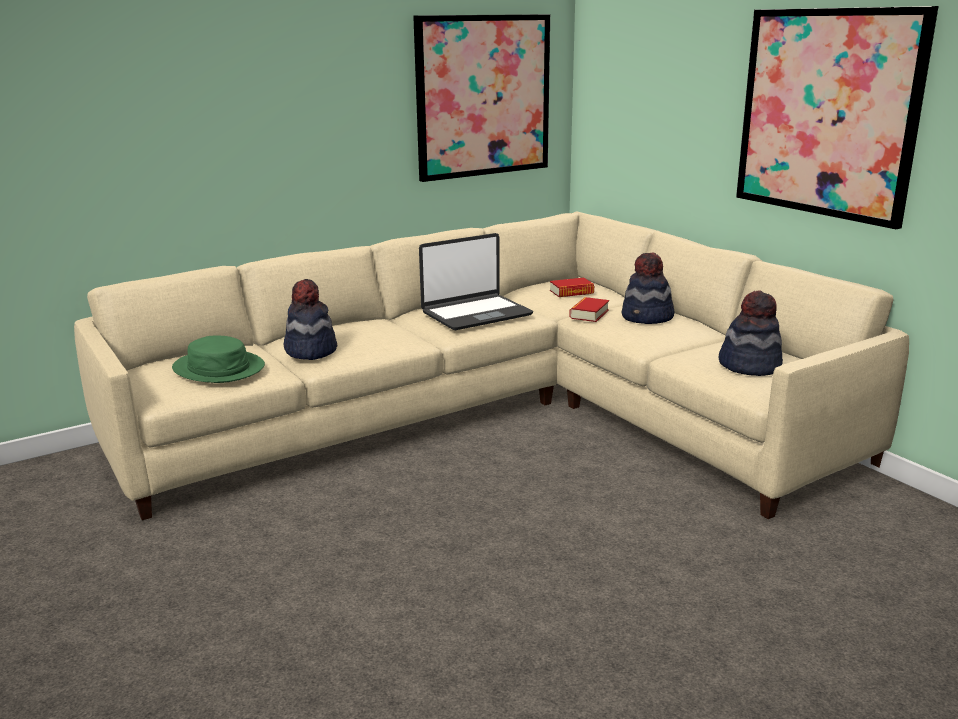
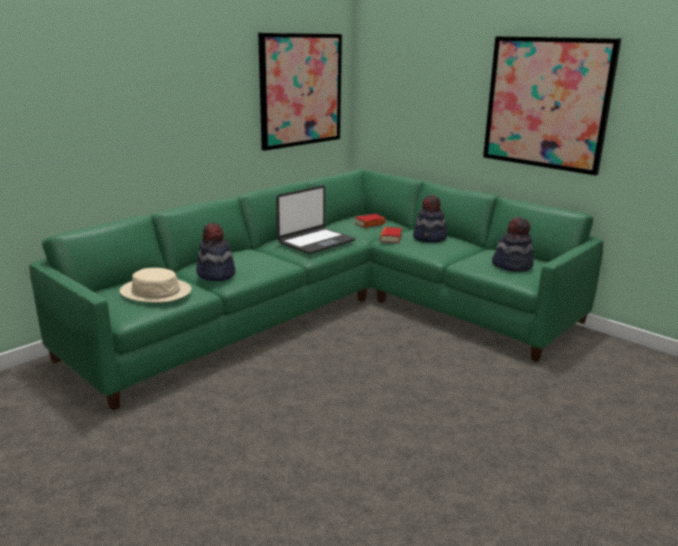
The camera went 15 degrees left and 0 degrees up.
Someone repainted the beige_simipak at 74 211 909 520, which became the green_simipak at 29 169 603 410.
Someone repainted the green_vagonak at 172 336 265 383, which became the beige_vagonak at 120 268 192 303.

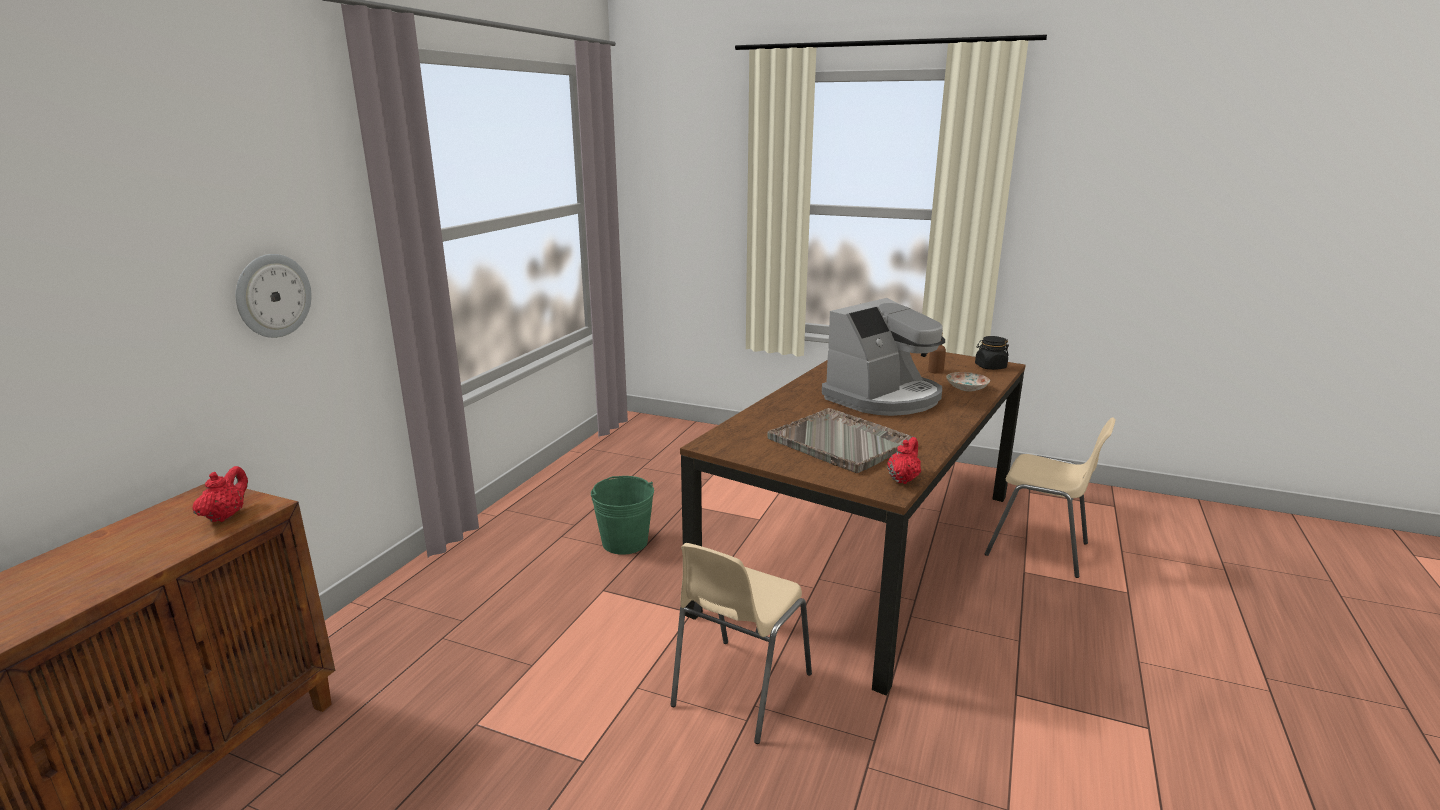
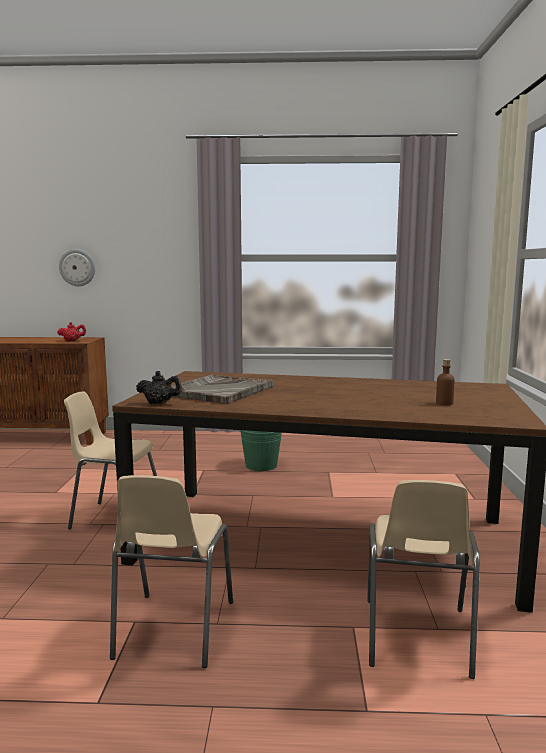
The camera went 70 degrees right and 10 degrees down.
Someone carried the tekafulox from 236 254 312 338 to 59 249 95 286.
Someone took away the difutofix at 822 298 945 416.
Someone took away the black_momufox at 975 336 1009 370.
Someone took away the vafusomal at 946 372 990 392.
Someone repainted the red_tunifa at 887 437 921 484, which became the black_tunifa at 136 371 182 404.
Someone put down the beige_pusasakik at 110 475 233 668.

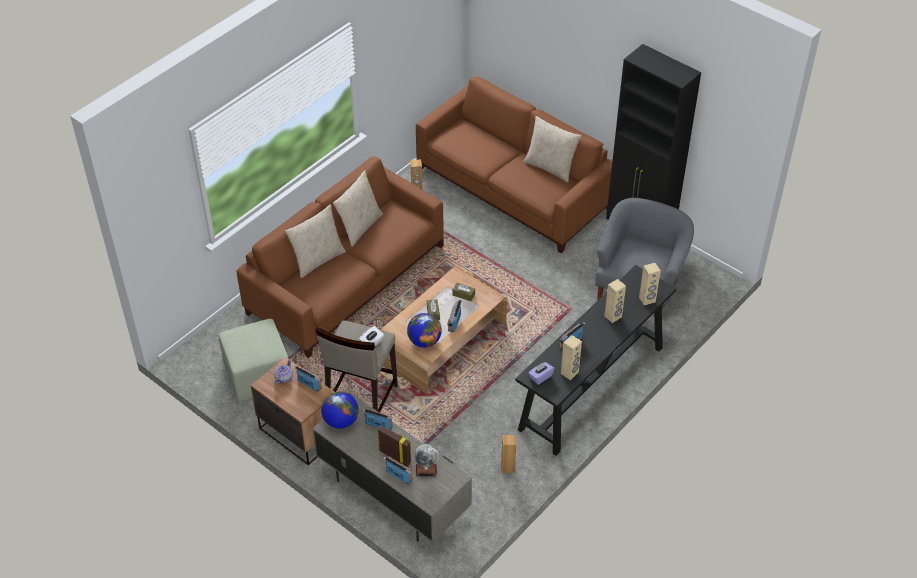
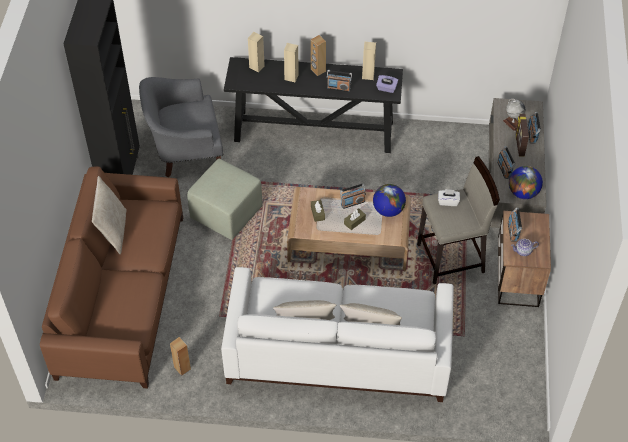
The camera went 125 degrees left and 5 degrees up.
Someone repainted the brown_simipak at 237 156 444 358, which became the white_simipak at 221 267 454 402.
Someone carried the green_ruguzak from 218 319 289 402 to 187 158 263 240.
Someone carried the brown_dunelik from 501 435 516 473 to 311 35 326 76.

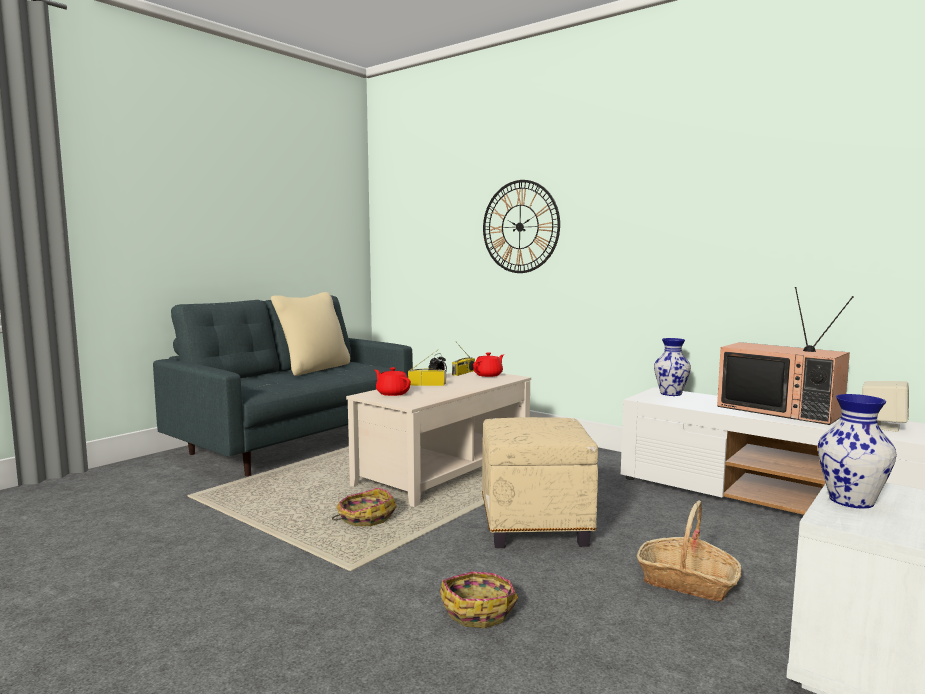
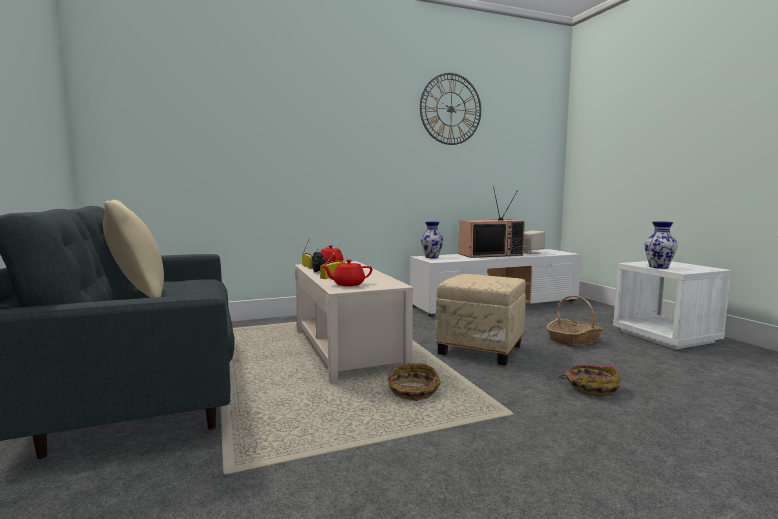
The camera went 60 degrees left and 0 degrees up.
Someone carried the tekafulox from 483 180 560 273 to 420 73 481 145.

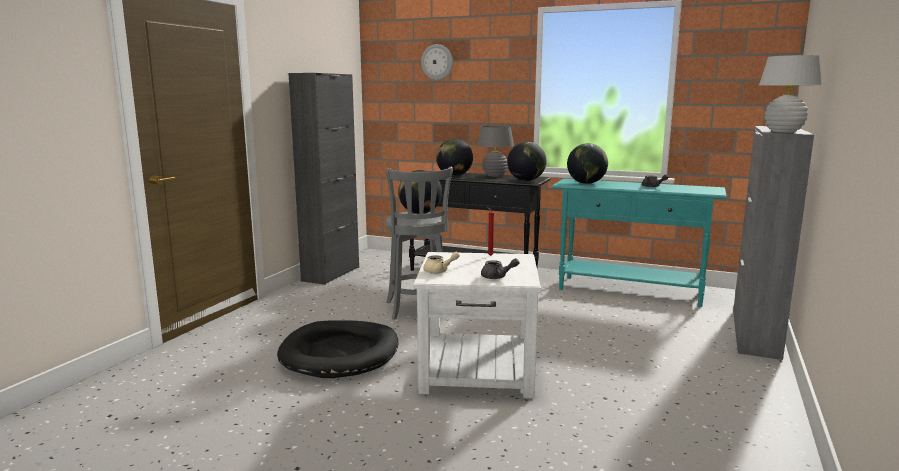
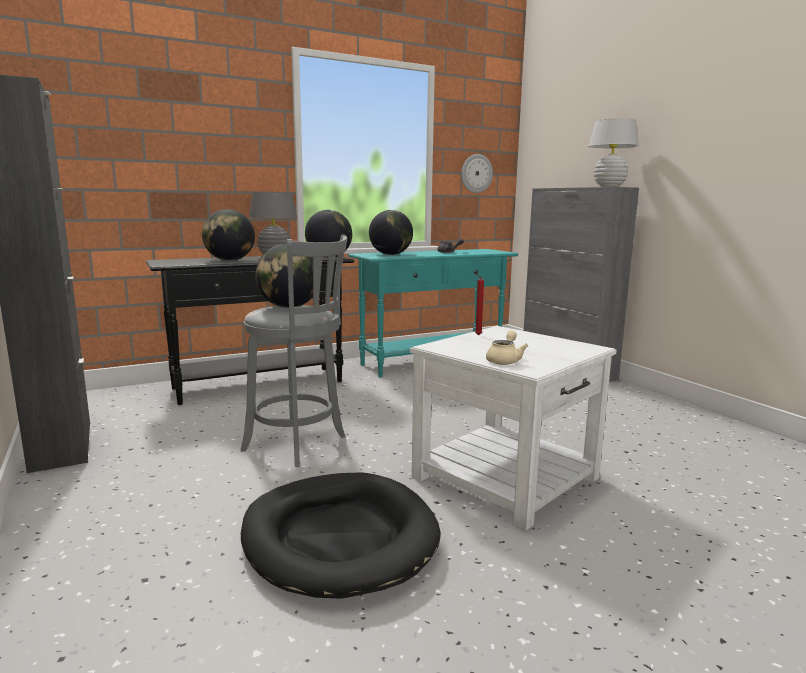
The camera went 50 degrees left and 0 degrees up.
Someone carried the tekafulox from 421 44 453 80 to 461 154 493 193.
Someone took away the grey_tunifa at 481 258 519 279.

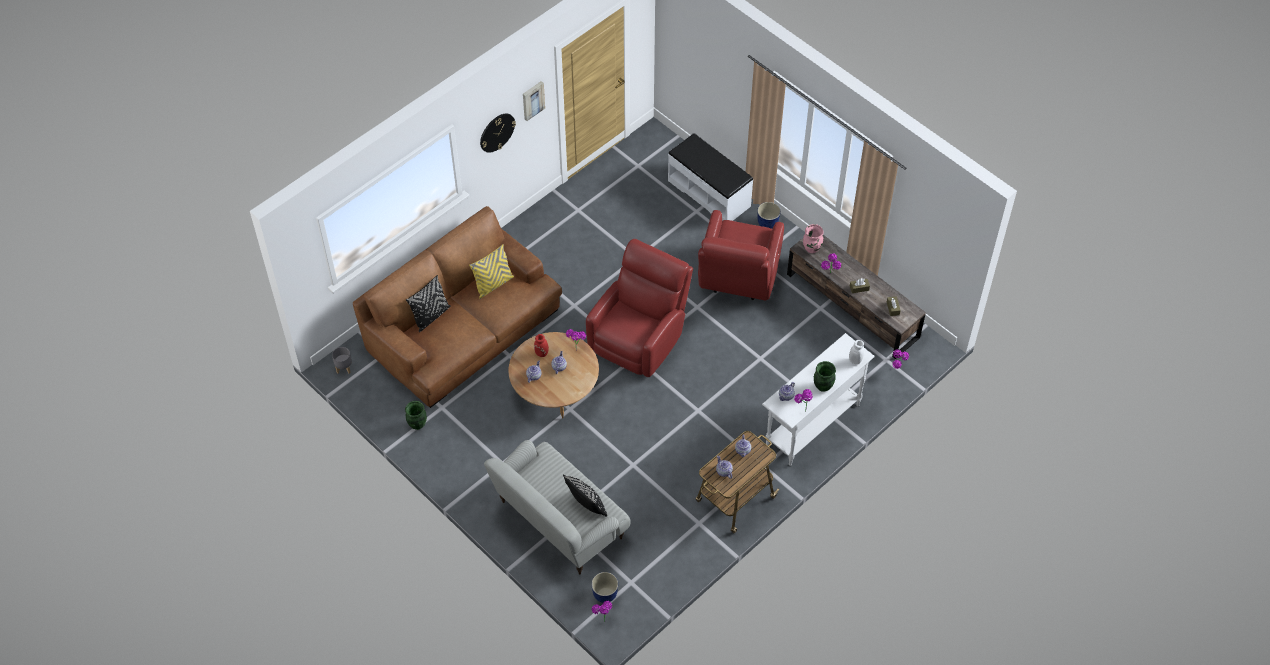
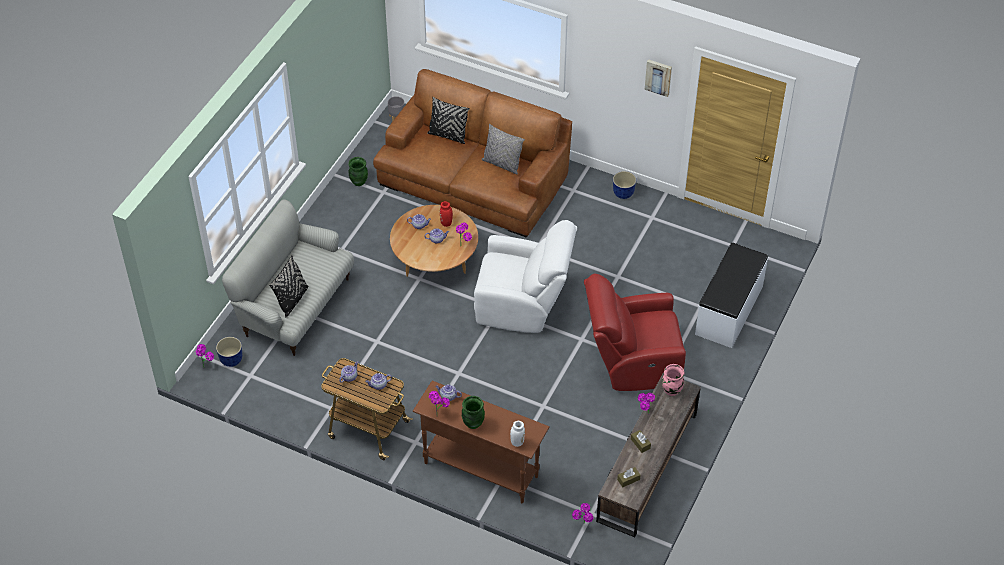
The camera went 70 degrees right and 5 degrees down.
Someone took away the tekafulox at 480 114 516 153.
Someone carried the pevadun from 757 202 781 229 to 613 171 636 199.
Someone repainted the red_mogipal at 586 239 693 377, which became the white_mogipal at 474 220 577 333.
Someone repainted the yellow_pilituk at 469 244 514 299, which became the grey_pilituk at 482 124 525 175.
Someone repainted the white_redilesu at 762 333 875 466, which became the brown_redilesu at 413 381 549 503.

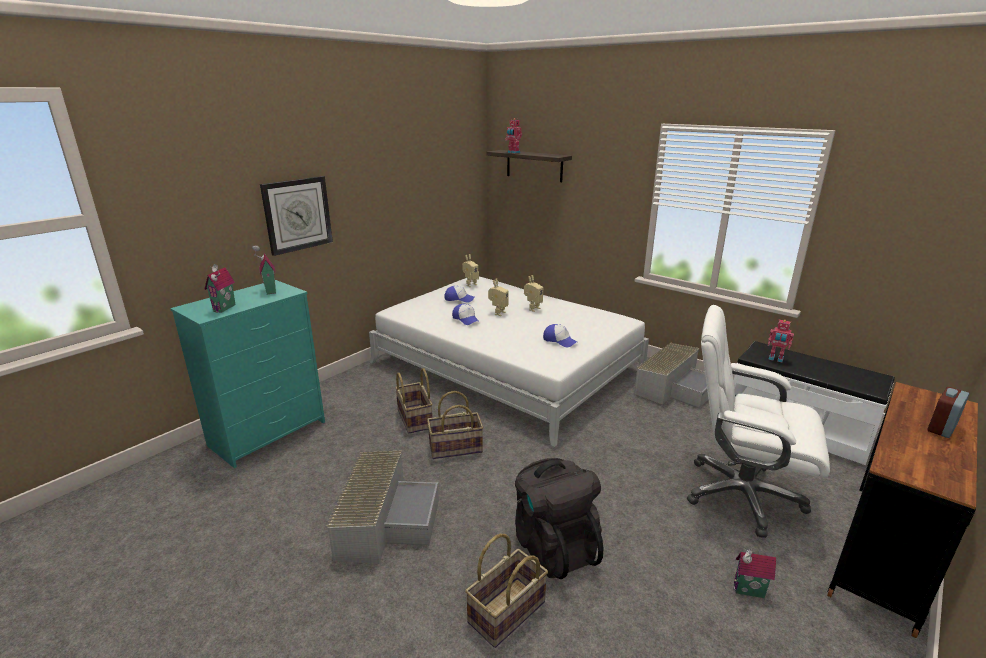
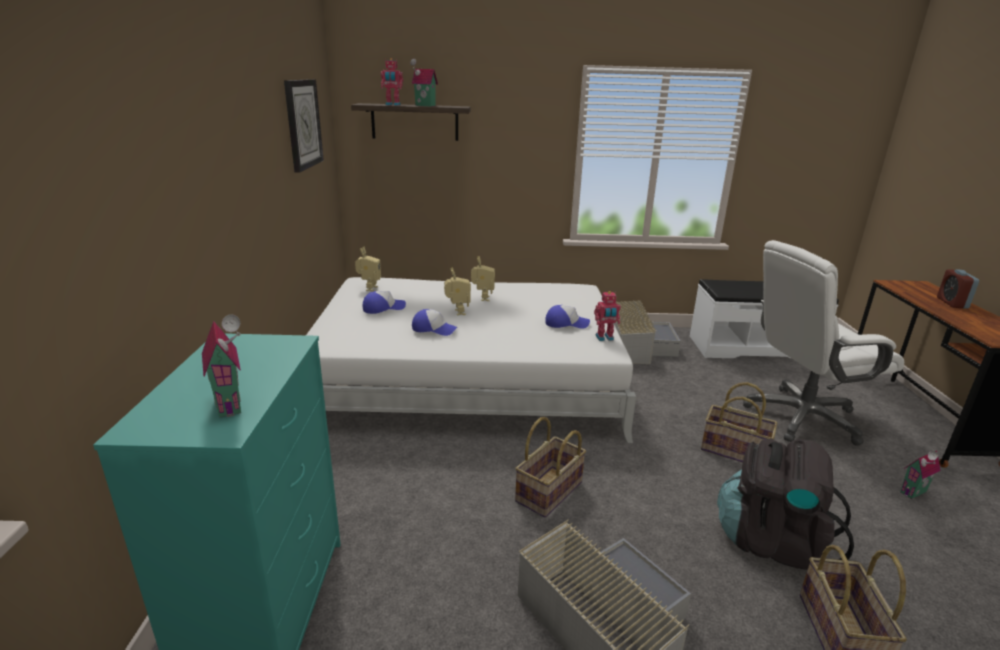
The camera went 40 degrees left and 0 degrees up.
Someone carried the tekafulox from 260 176 333 256 to 284 79 324 173.
Someone carried the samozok from 252 246 276 294 to 410 59 438 107.
Someone carried the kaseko from 768 320 794 362 to 594 291 621 341.
Someone carried the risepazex from 395 368 433 434 to 701 382 777 463.

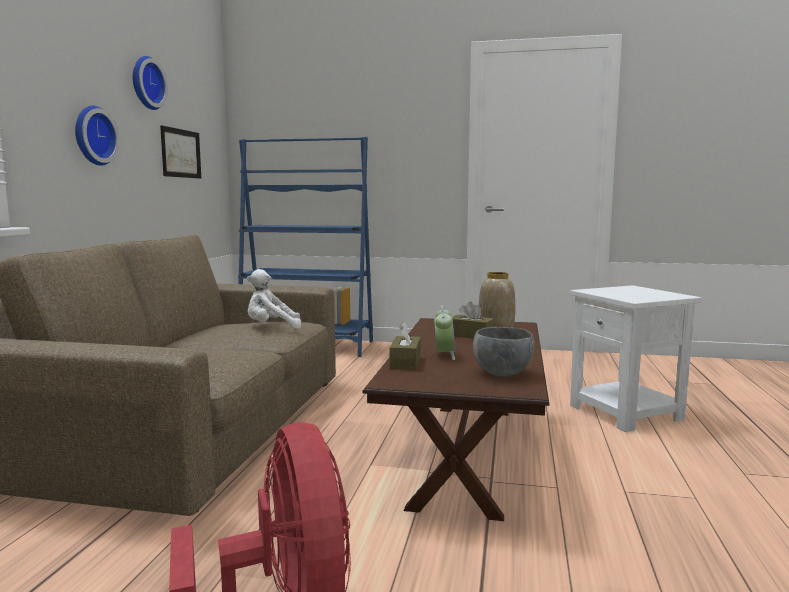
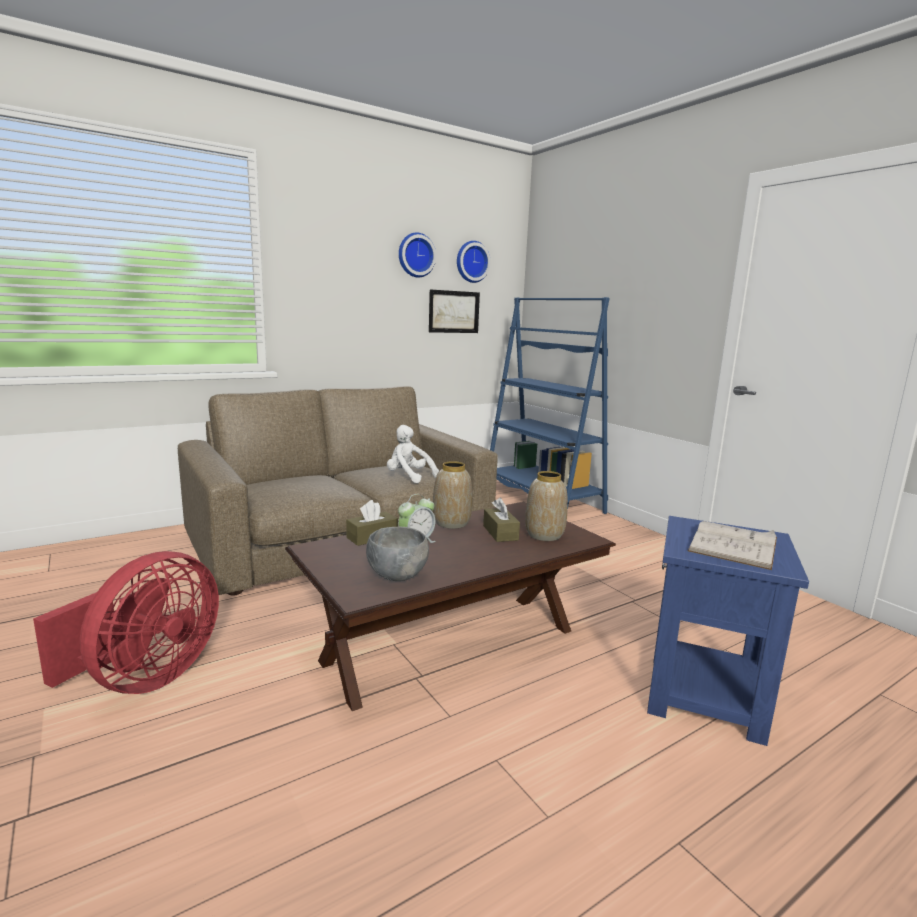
The camera went 45 degrees right and 5 degrees up.
Someone carried the tekafulox from 75 106 119 166 to 457 241 491 283.
Someone repainted the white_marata at 570 285 701 432, which became the blue_marata at 647 516 809 746.
Someone put down the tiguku at 433 461 472 529.
Someone put down the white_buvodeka at 688 521 777 570.

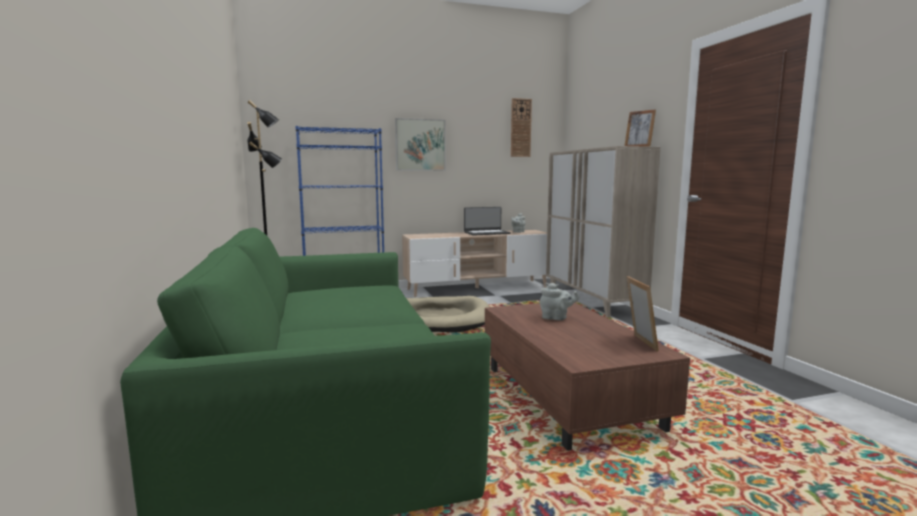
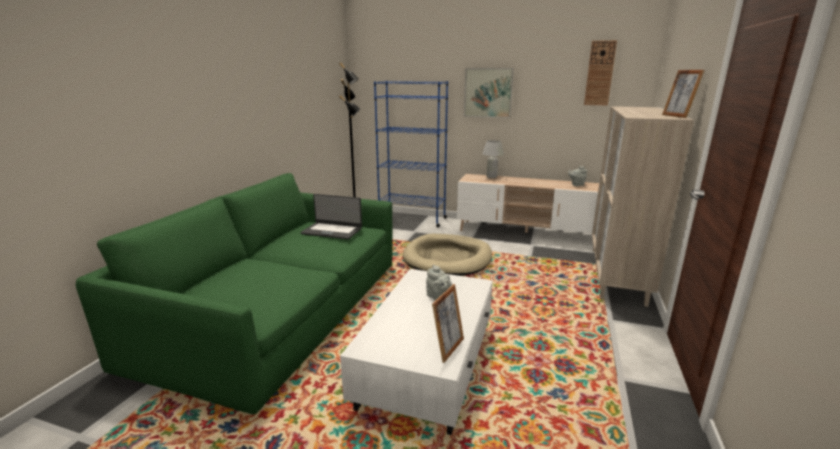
The camera went 35 degrees right and 10 degrees up.
Someone carried the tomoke from 464 207 511 236 to 300 194 362 239.
Someone repainted the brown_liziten at 485 303 690 451, which became the white_liziten at 340 269 492 435.
Someone put down the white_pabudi at 482 140 504 178.

